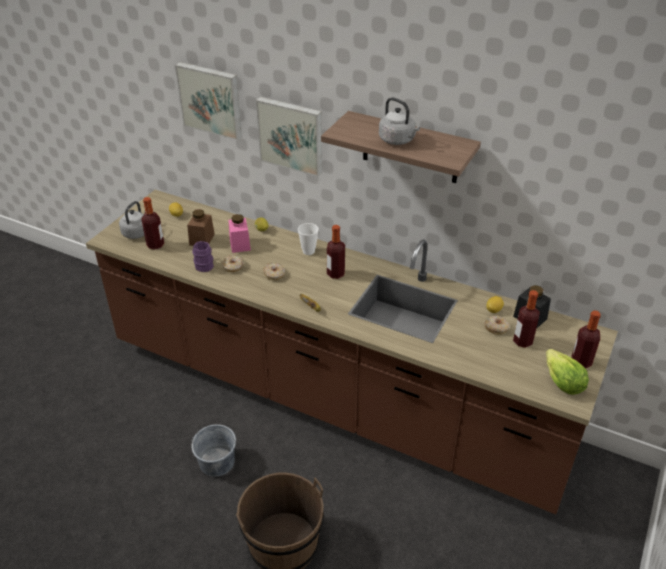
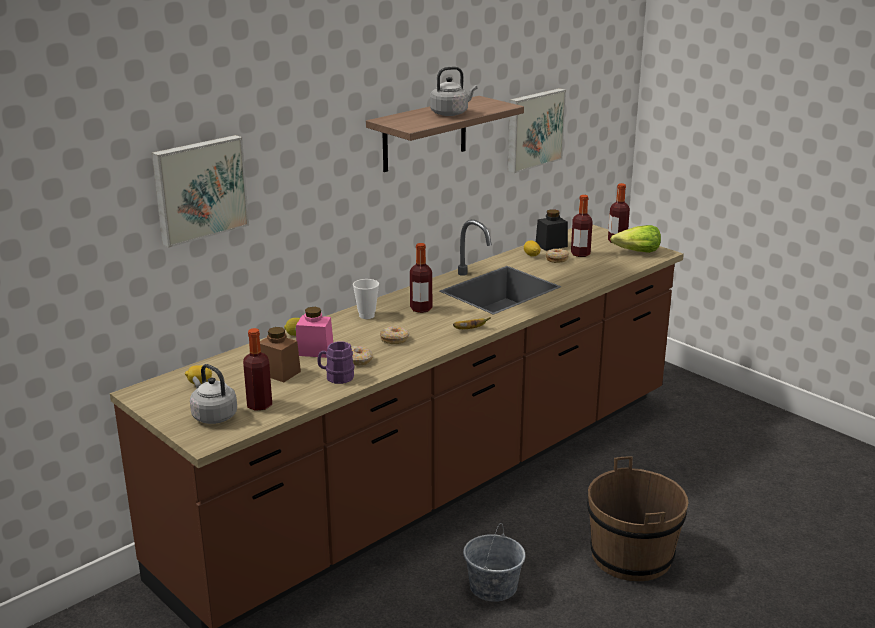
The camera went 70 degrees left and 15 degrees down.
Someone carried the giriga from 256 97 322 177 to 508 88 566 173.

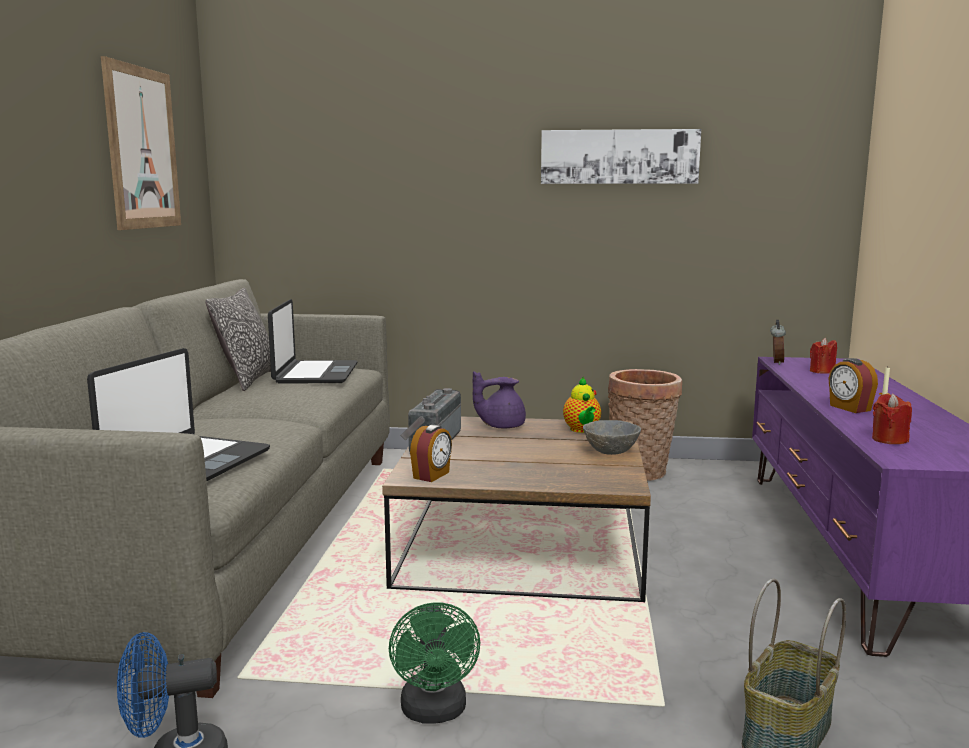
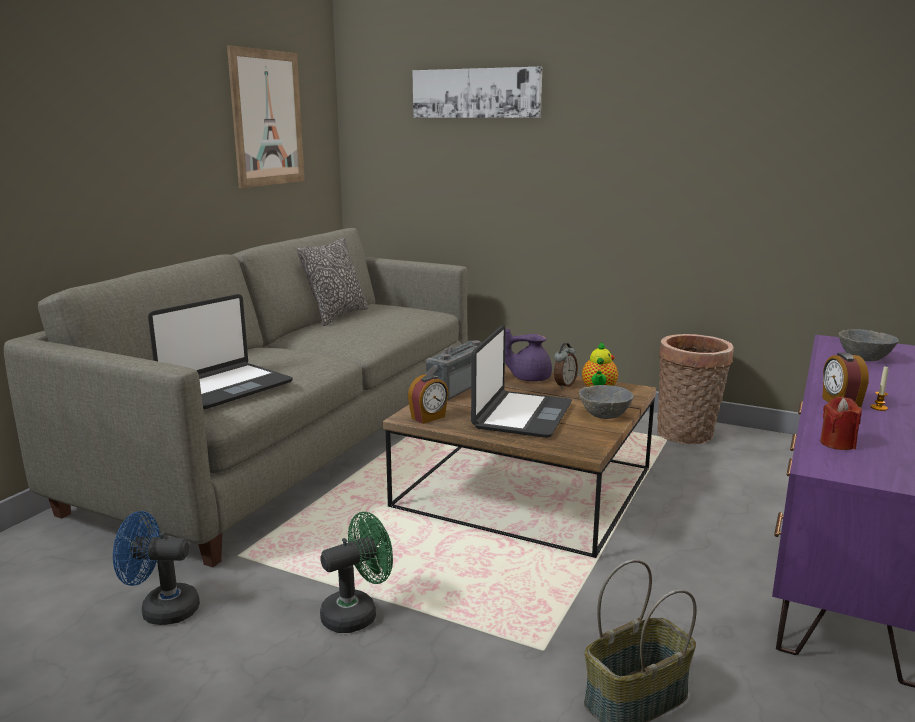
The camera went 20 degrees right and 5 degrees up.
Someone carried the giriga from 541 129 701 184 to 413 67 542 118.
Someone carried the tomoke from 268 299 358 383 to 471 325 572 438.
Someone carried the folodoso from 770 320 786 365 to 554 343 578 389.
Someone swapped the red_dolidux at 810 338 837 374 for the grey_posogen at 838 329 899 361.
Someone rotated the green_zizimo at 389 602 480 724 by 135 degrees counterclockwise.

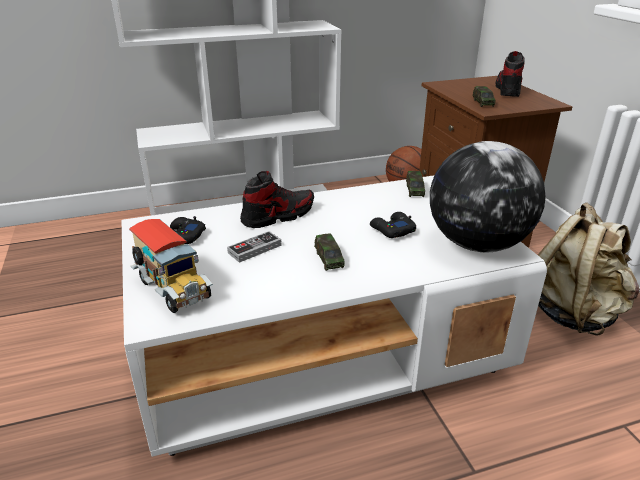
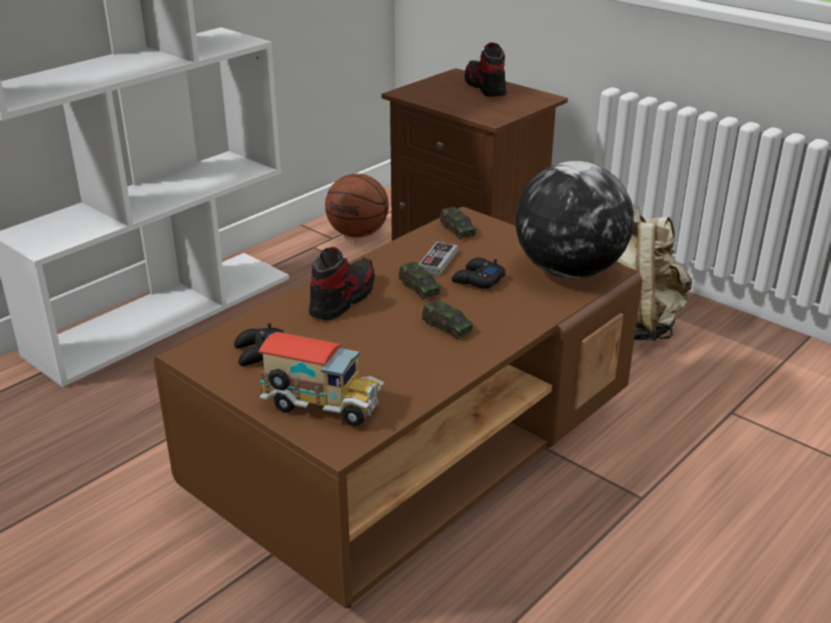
The camera went 30 degrees left and 0 degrees up.
Someone carried the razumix from 472 86 496 107 to 399 262 440 300.
Someone repainted the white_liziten at 122 175 547 457, which became the brown_liziten at 154 207 643 609.
Someone carried the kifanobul from 227 231 282 263 to 419 242 458 275.

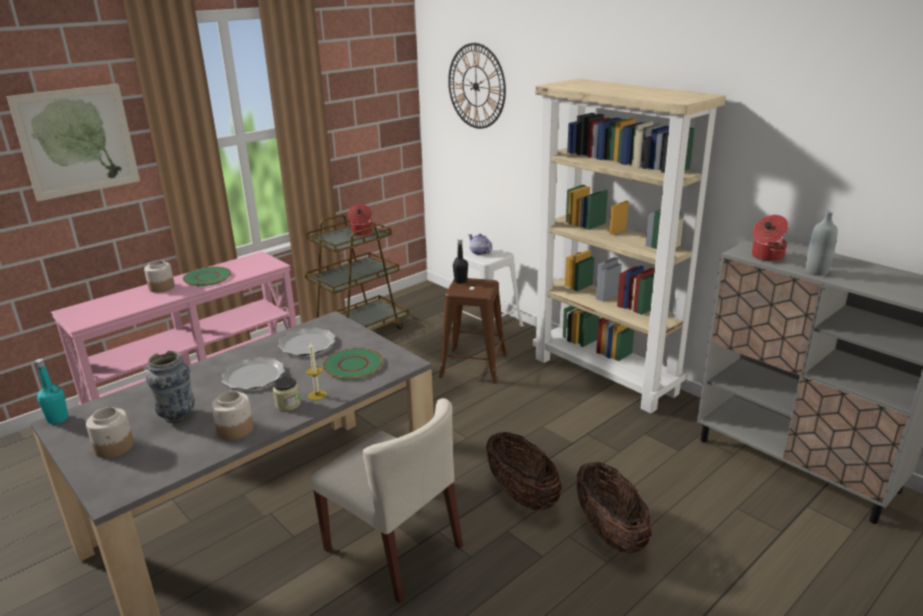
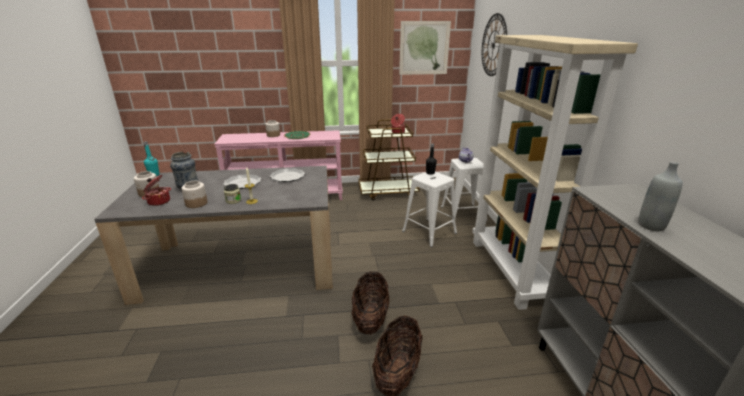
The camera went 35 degrees right and 0 degrees up.
Someone carried the giriga from 7 84 140 202 to 399 21 451 75.
Someone carried the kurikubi from 752 215 788 262 to 142 175 171 206.
Someone repainted the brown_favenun at 439 278 507 384, which became the white_favenun at 402 172 457 247.
Someone took away the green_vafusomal at 323 348 384 380.
Someone took away the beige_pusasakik at 310 398 463 603.

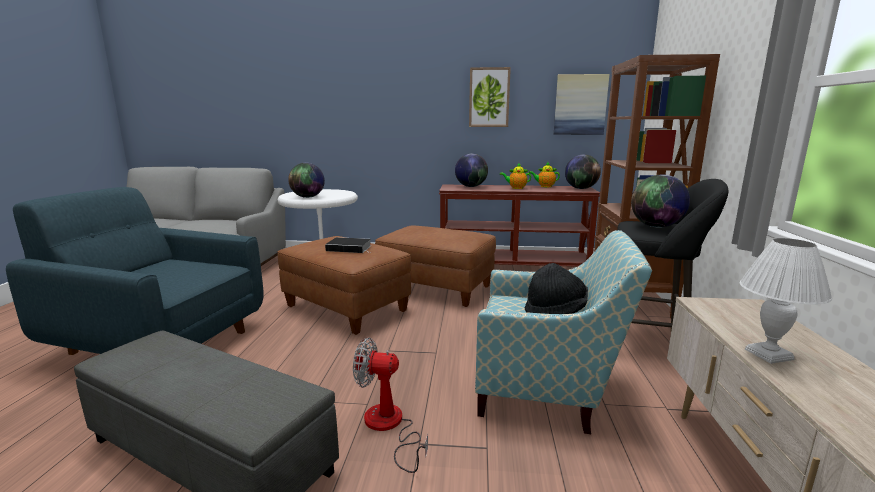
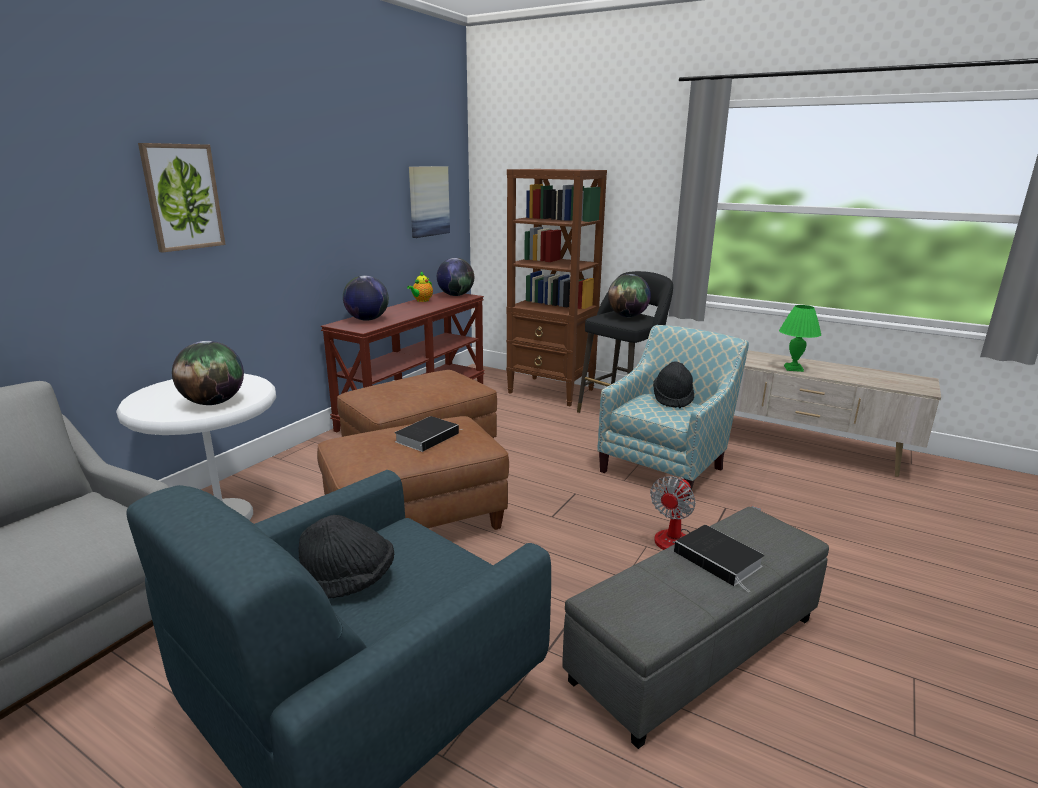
The camera went 65 degrees left and 5 degrees up.
Someone carried the giriga from 469 67 511 127 to 138 143 226 252.
Someone took away the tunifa at 500 163 531 189.
Someone repainted the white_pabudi at 740 238 832 364, which became the green_pabudi at 779 305 821 372.
Someone put down the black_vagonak at 299 515 394 599.
Someone put down the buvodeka at 674 525 765 592.

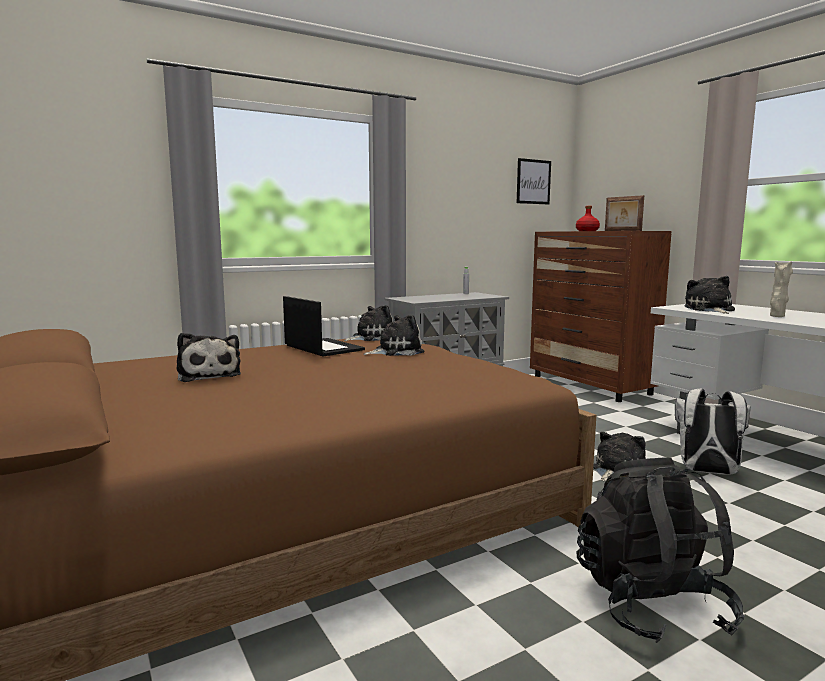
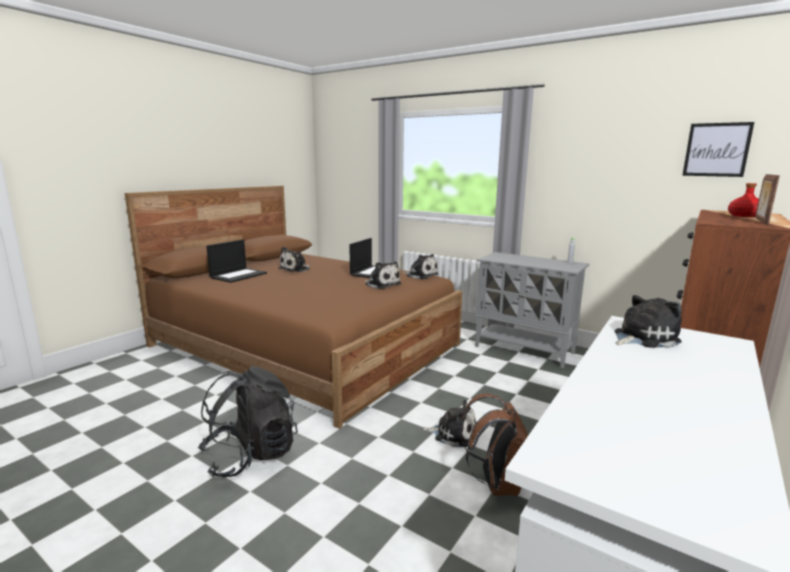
The camera went 65 degrees right and 5 degrees up.
Someone took away the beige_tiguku at 770 261 793 317.
Someone repainted the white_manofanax at 675 389 751 475, which became the brown_manofanax at 459 393 528 496.
Someone put down the tomoke at 206 239 267 283.

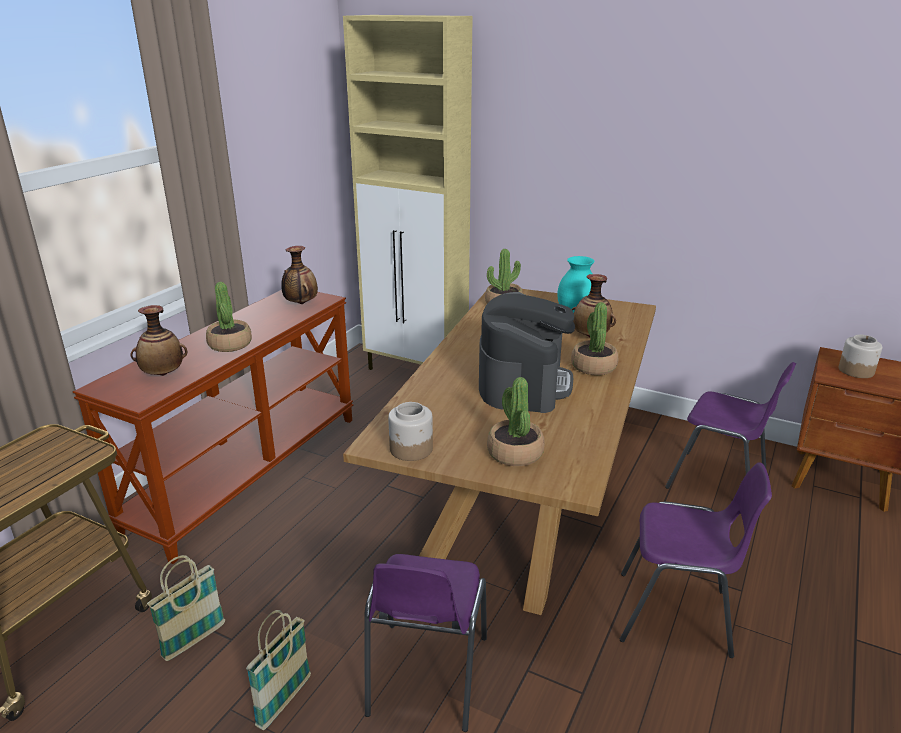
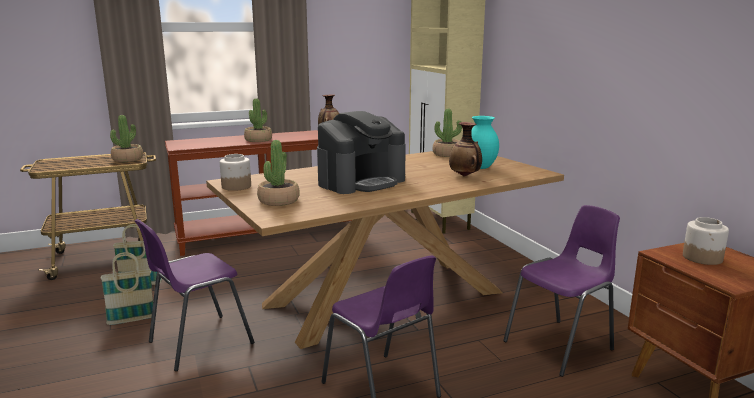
The camera went 40 degrees right and 10 degrees down.
Someone carried the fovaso from 571 302 618 375 to 110 115 143 162.
Someone took away the tiguku at 130 305 187 376.
Someone rotated the purple_pusasakik at 665 362 796 489 by 105 degrees counterclockwise.

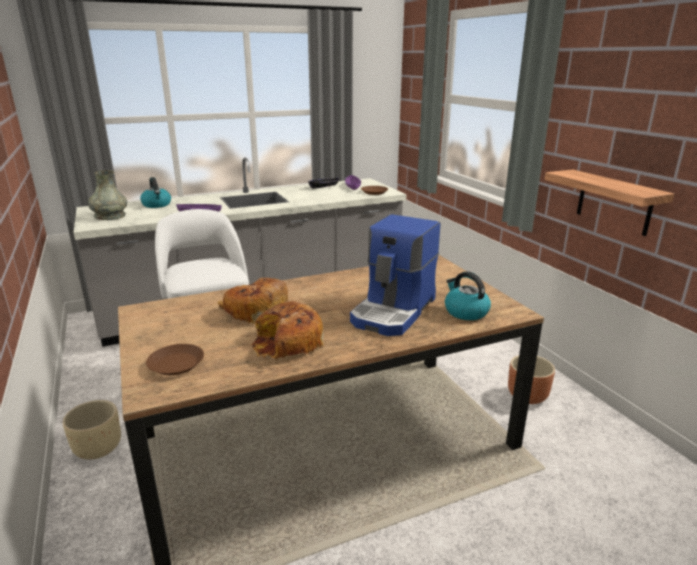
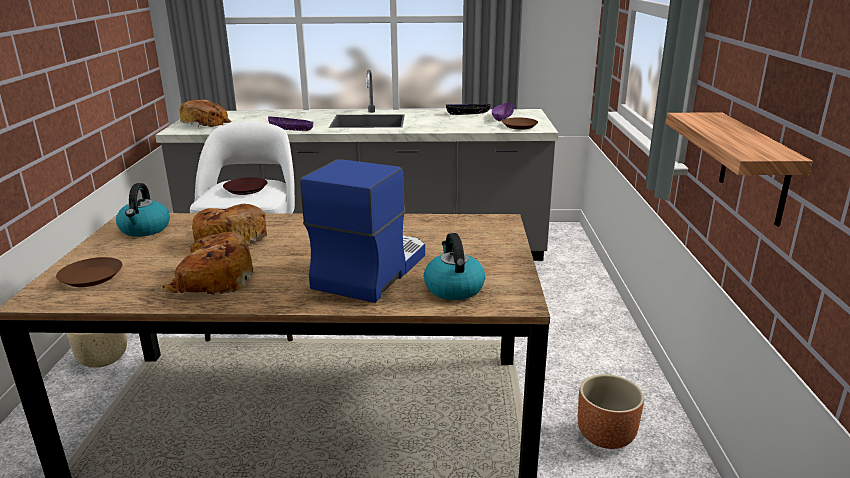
The camera went 25 degrees right and 0 degrees up.
Someone swapped the grey_tiguku at 88 170 127 220 for the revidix at 179 99 231 127.
Someone carried the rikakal from 140 177 171 208 to 116 183 170 237.
Someone rotated the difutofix at 350 214 440 336 by 150 degrees clockwise.
Someone put down the brown_vafusomal at 223 177 268 195.

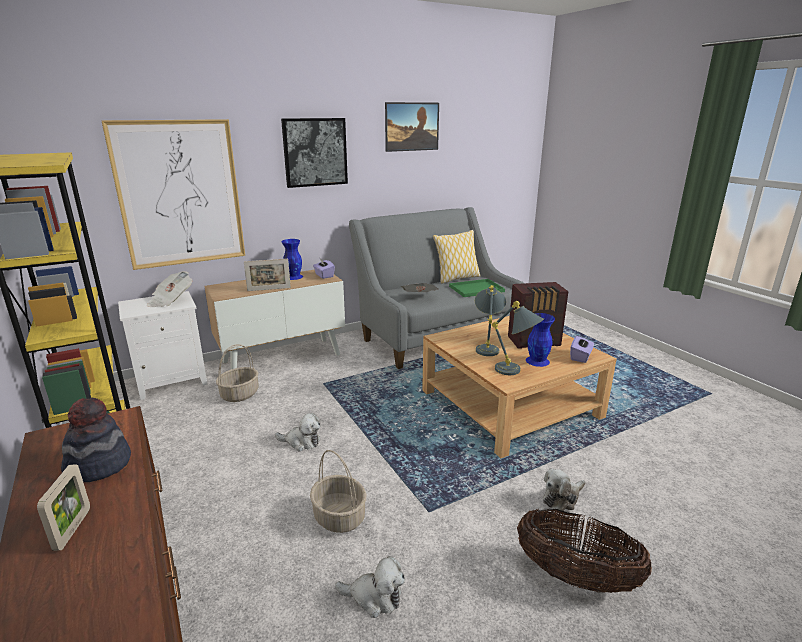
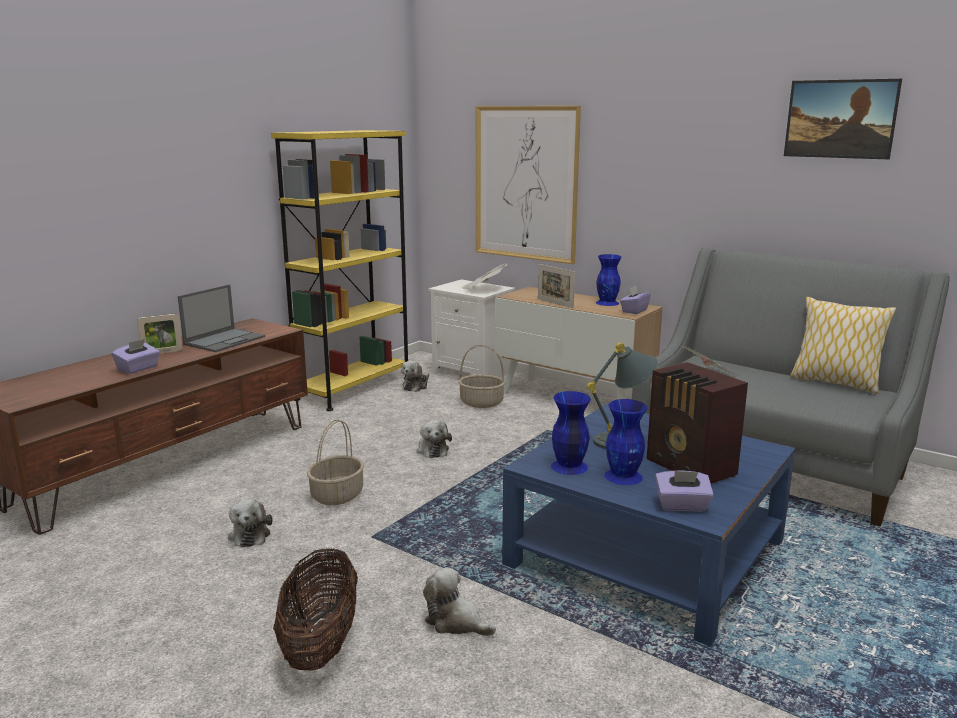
The camera went 65 degrees right and 5 degrees down.
Someone took away the giriga at 281 118 348 188.
Someone took away the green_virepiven at 449 279 505 297.
Someone swapped the grey_pabudi at 492 301 544 375 for the blue_tiguku at 551 391 591 475.
Someone repainted the beige_liziten at 422 316 617 458, which became the blue_liziten at 502 404 795 647.
Someone swapped the vagonak at 61 398 131 482 for the tomoke at 178 284 265 352.
Someone put down the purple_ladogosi at 112 339 160 374.
Someone put down the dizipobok at 401 361 429 392.

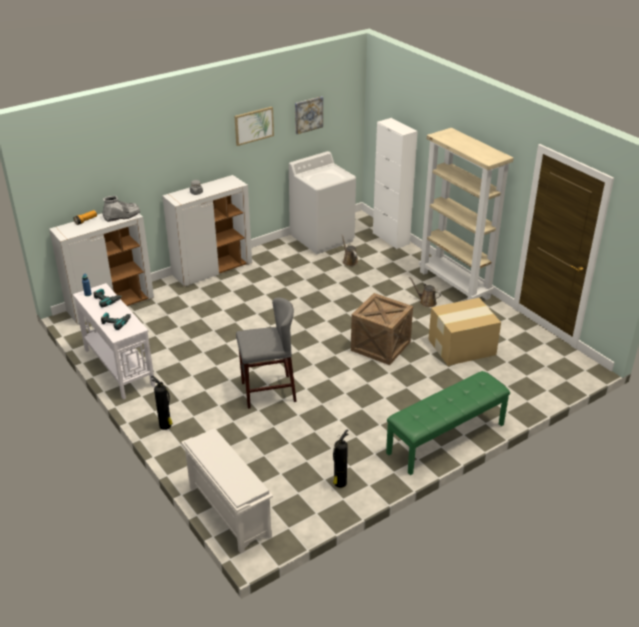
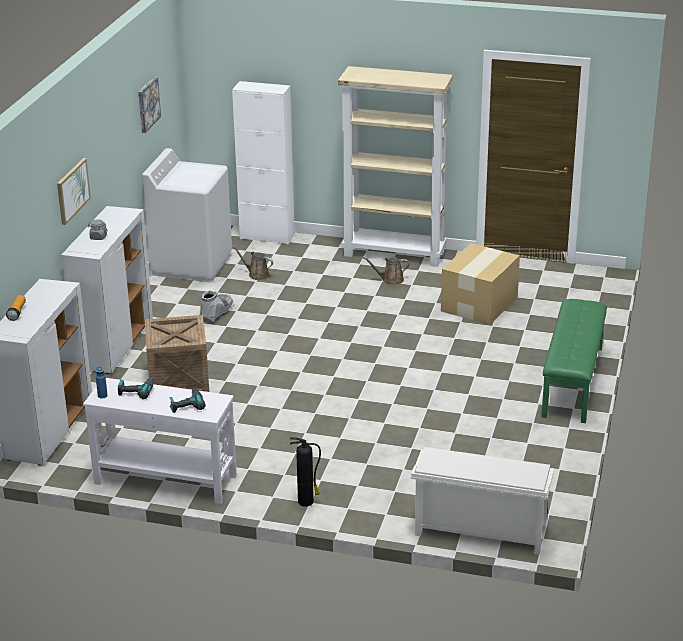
The camera went 40 degrees left and 5 degrees down.
Someone carried the giriga from 235 107 274 146 to 57 158 91 225.
Someone carried the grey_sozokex from 102 196 140 222 to 199 290 233 324.
Someone carried the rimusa from 351 293 413 365 to 145 315 209 392.
Someone took away the grey_favenun at 236 297 297 409.
Someone took away the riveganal at 333 430 349 488.

